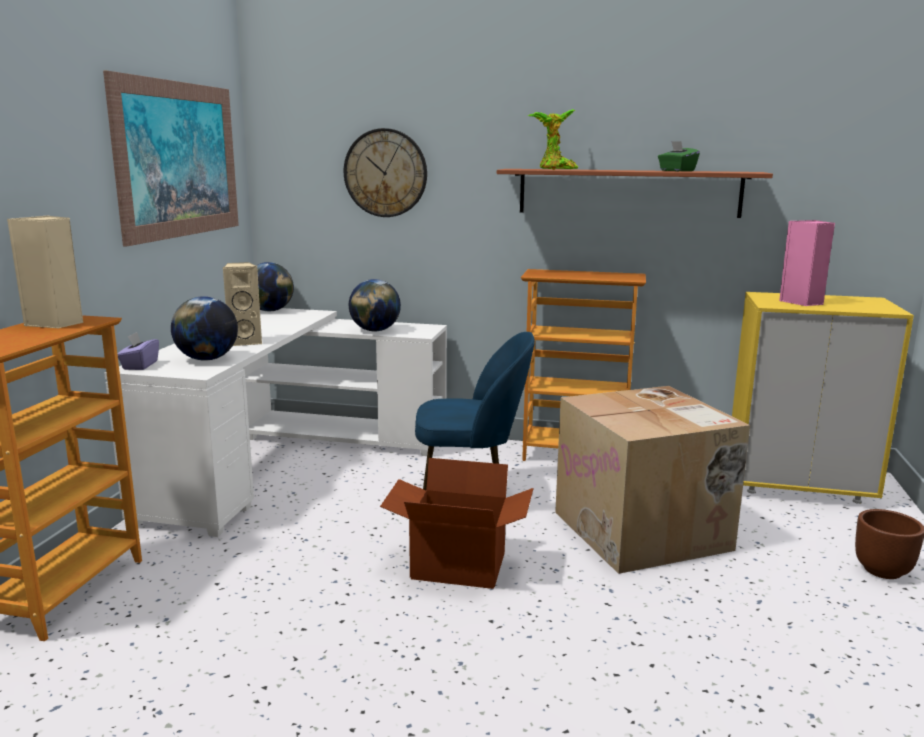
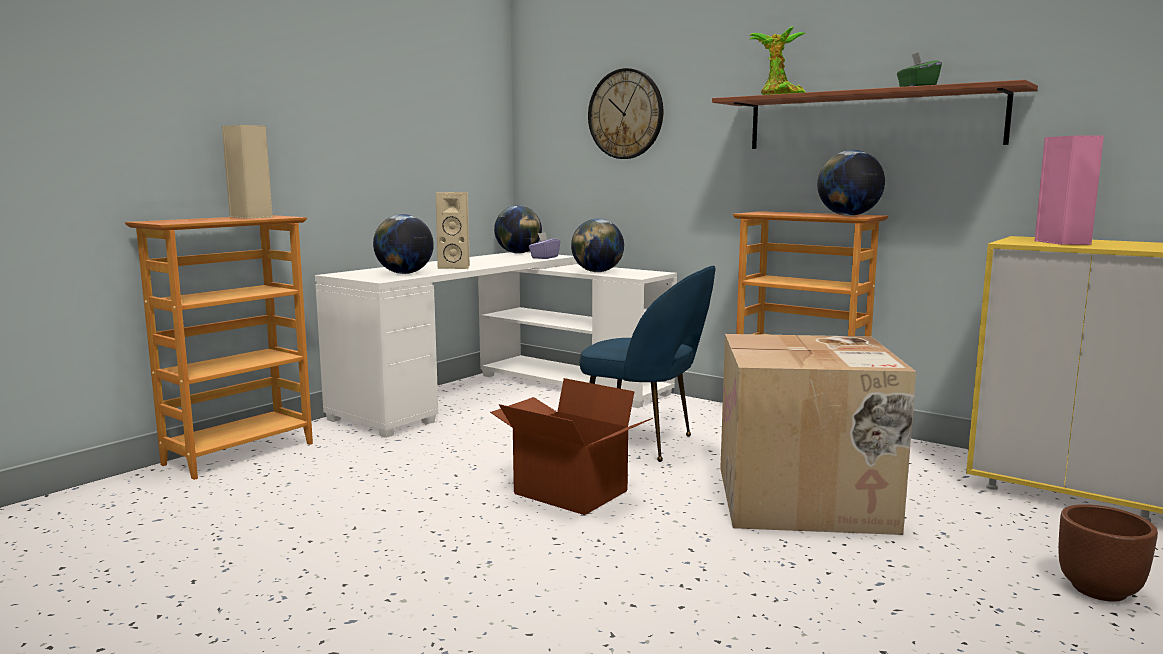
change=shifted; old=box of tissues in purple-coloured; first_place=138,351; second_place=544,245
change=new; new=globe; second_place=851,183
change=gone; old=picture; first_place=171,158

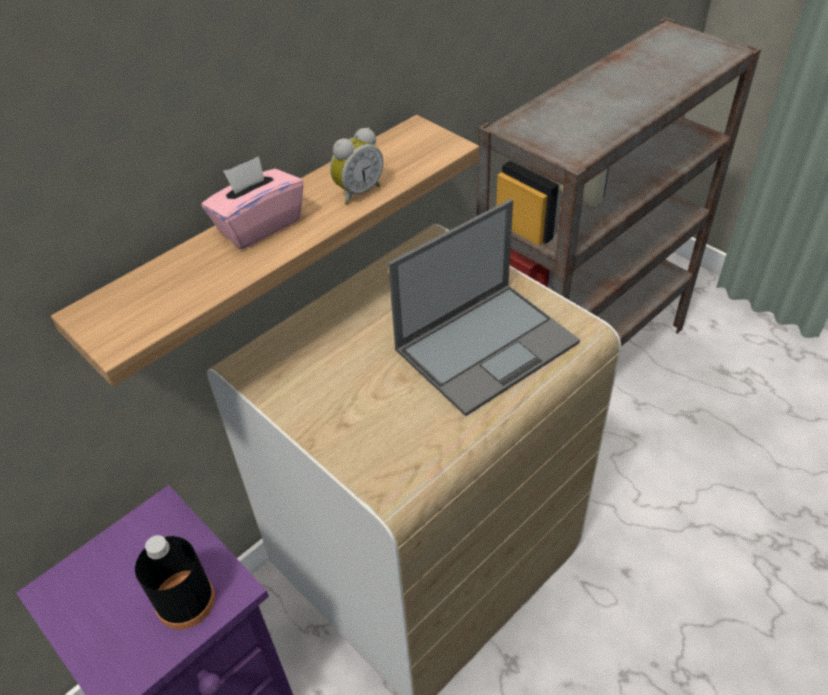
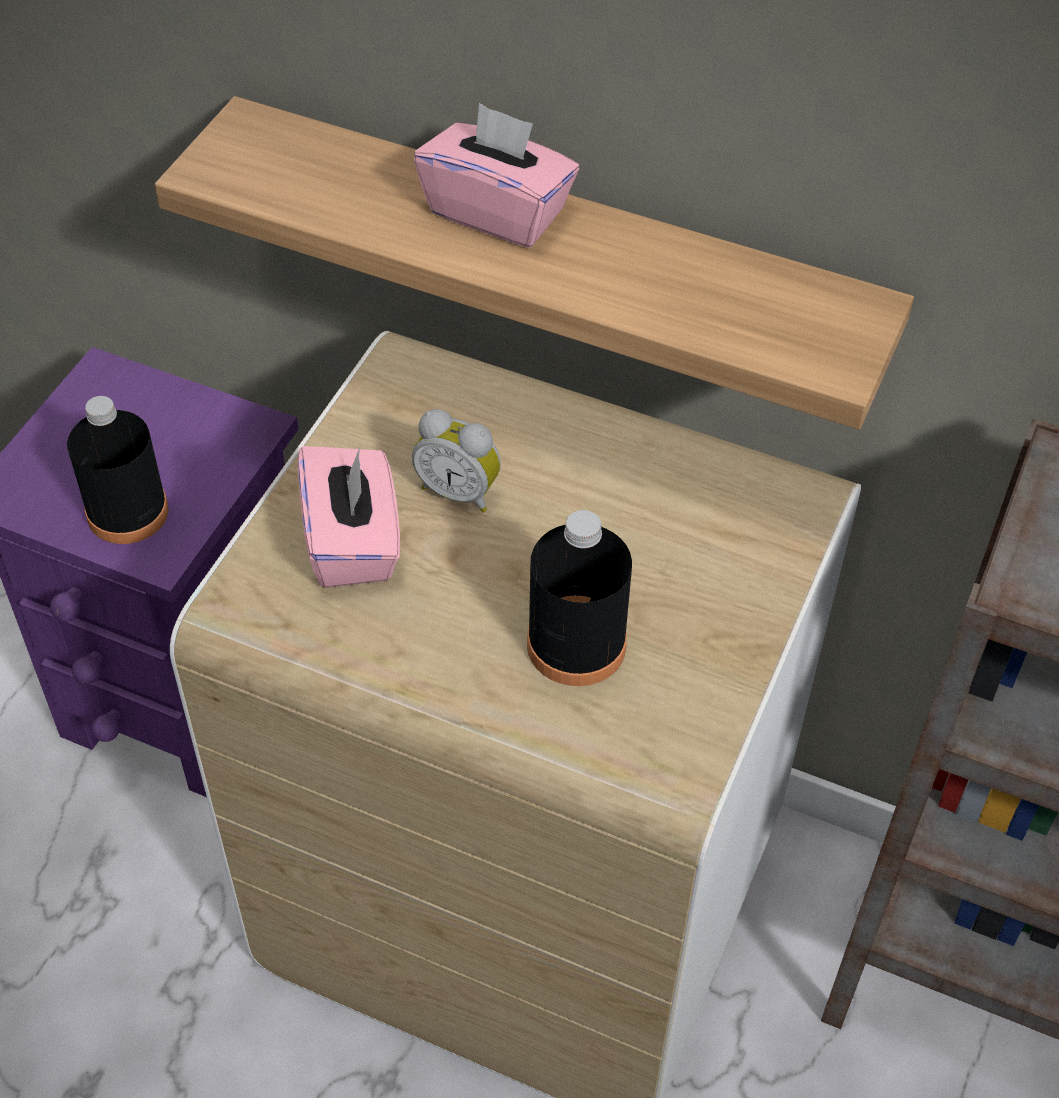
change=new; new=box of tissues in pinkish; second_place=349,517
change=shifted; old=bedside clock; first_place=356,165; second_place=456,461
change=swapped; old=notebook computer; new=beverage bottle in black-coloured; first_place=484,307; second_place=579,598

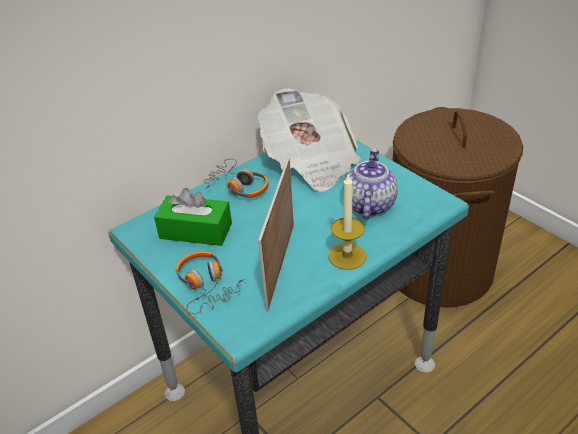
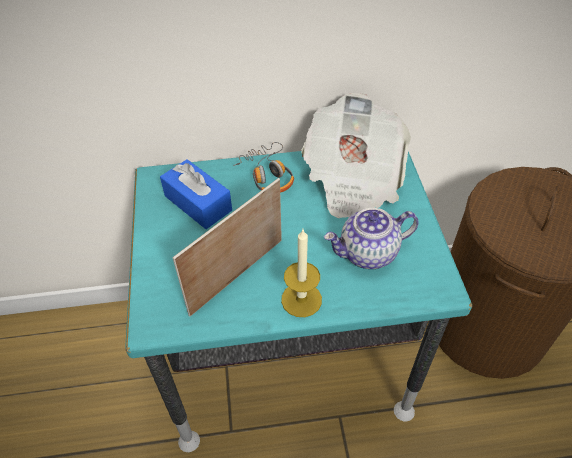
change=repainted; old=box of tissues in green-coloured; new=box of tissues in blue-coloured; first_place=193,217; second_place=196,194
change=rotated; old=tea pot; first_place=370,184; second_place=371,238; degrees=-150
change=gone; old=headphones; first_place=211,282

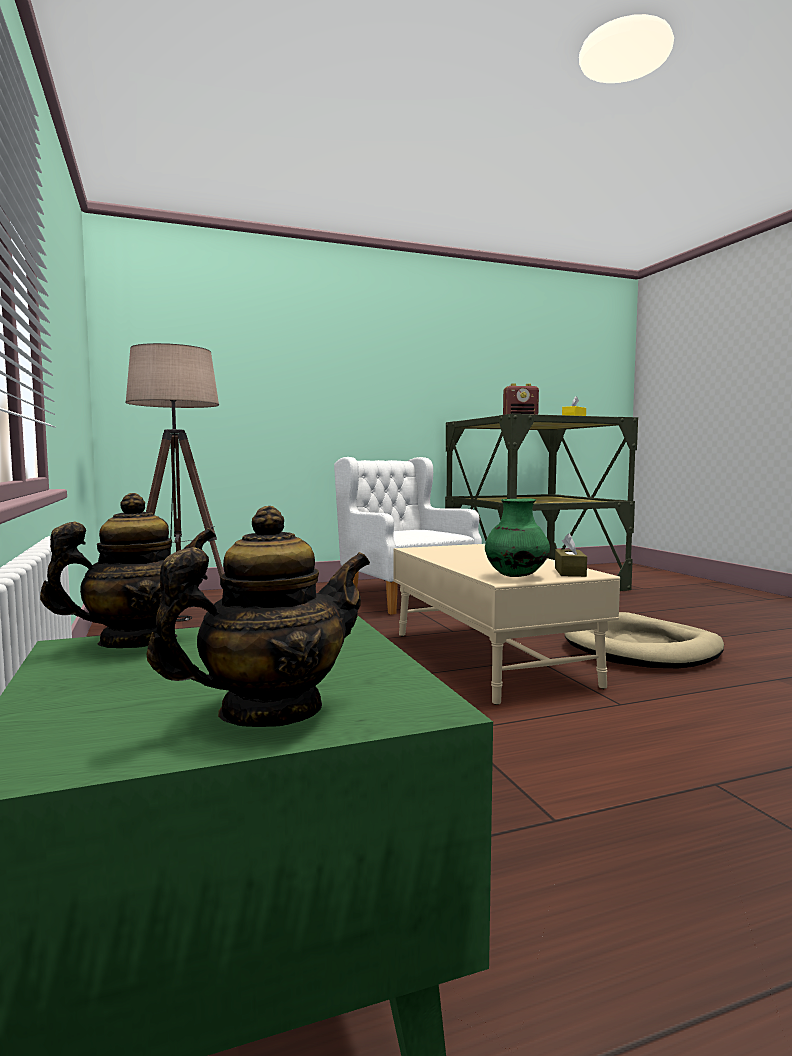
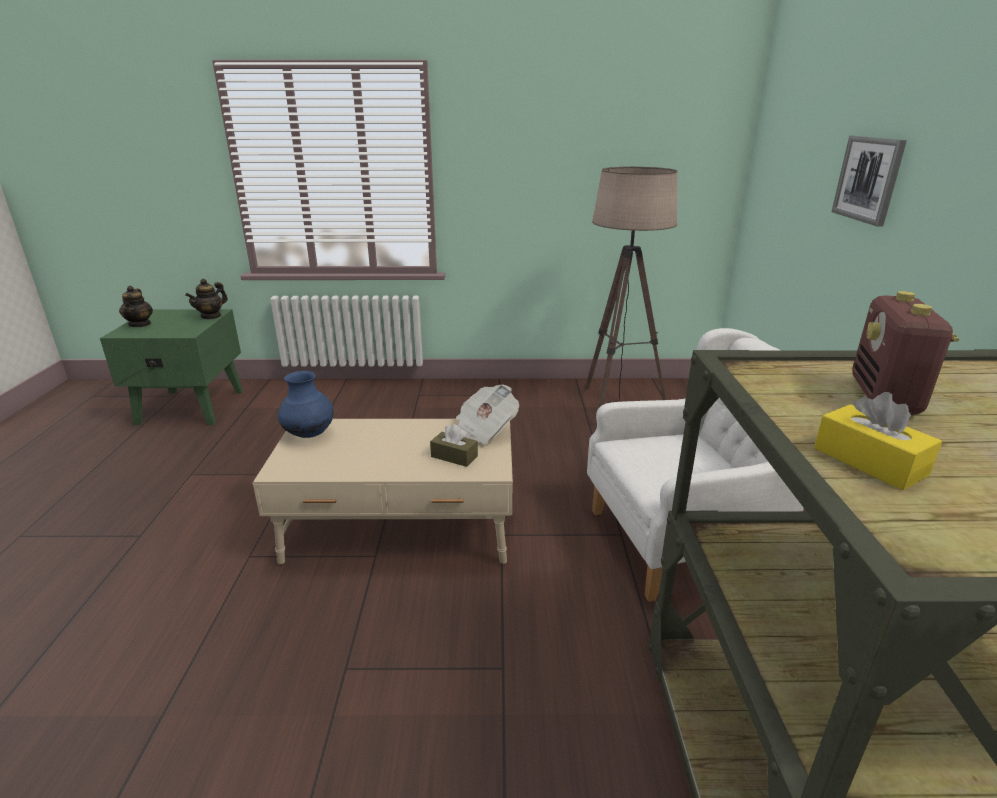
change=rotated; old=tea pot; first_place=128,570; second_place=206,299; degrees=45
change=repainted; old=decorative vase in green-coloured; new=decorative vase in blue-coloured; first_place=517,537; second_place=306,404
change=shifted; old=box of tissues in brown; first_place=571,555; second_place=454,445
change=new; new=newspaper; second_place=487,415
change=new; new=picture; second_place=869,181
change=gone; old=dog cushion in sand-coloured; first_place=644,640

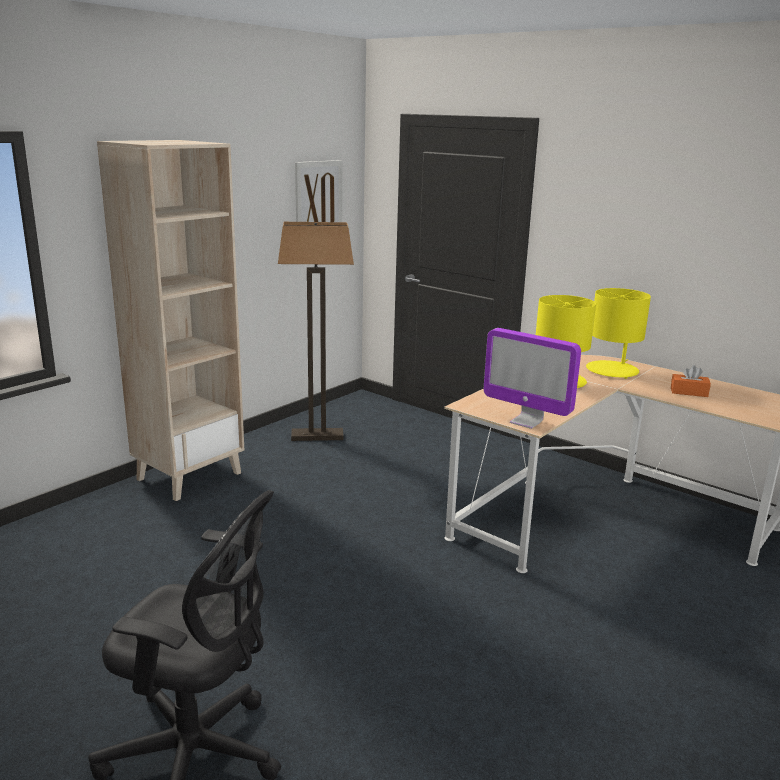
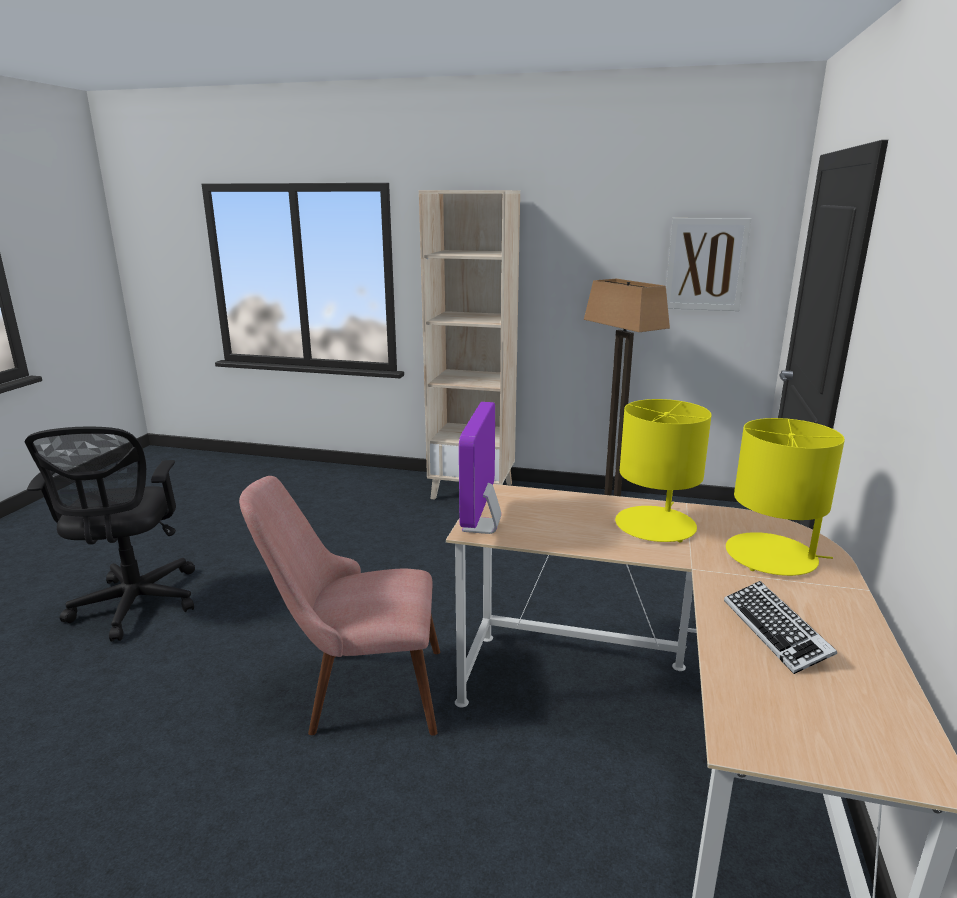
change=new; new=plain chair in pinkish; second_place=339,606
change=swapped; old=box of tissues in orangey; new=computer keyboard; first_place=691,381; second_place=780,627

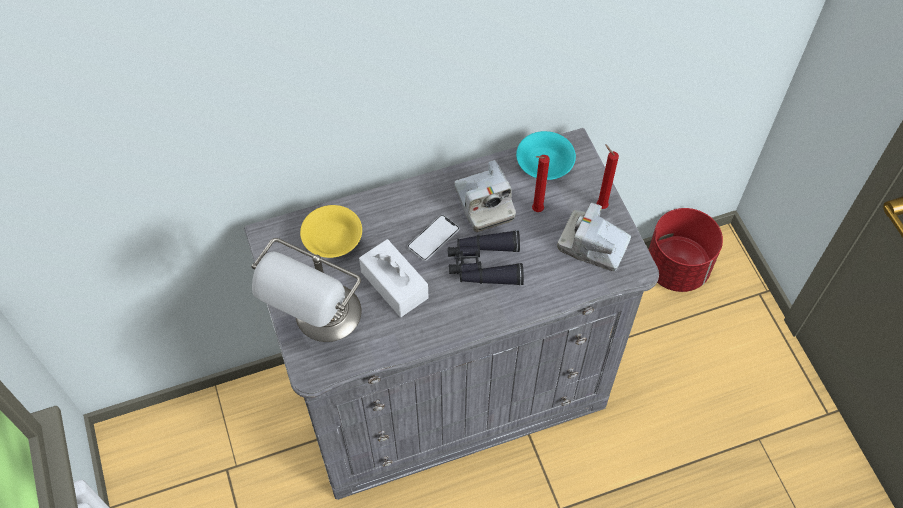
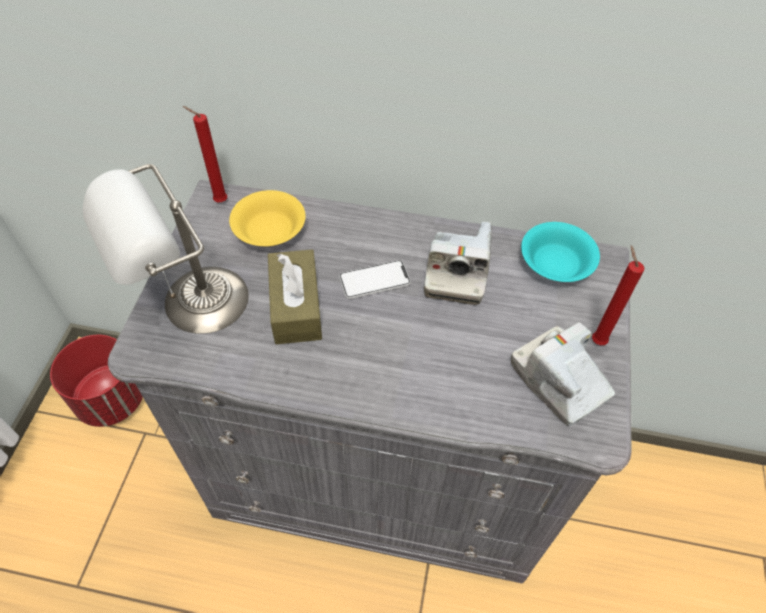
change=shifted; old=plant pot in red-coloured; first_place=685,250; second_place=96,381
change=shifted; old=wax candle in red-coloured; first_place=541,183; second_place=205,154
change=repainted; old=box of tissues in whitish; new=box of tissues in brown; first_place=394,278; second_place=295,297
change=gone; old=pair of binoculars in black-coloured; first_place=486,258

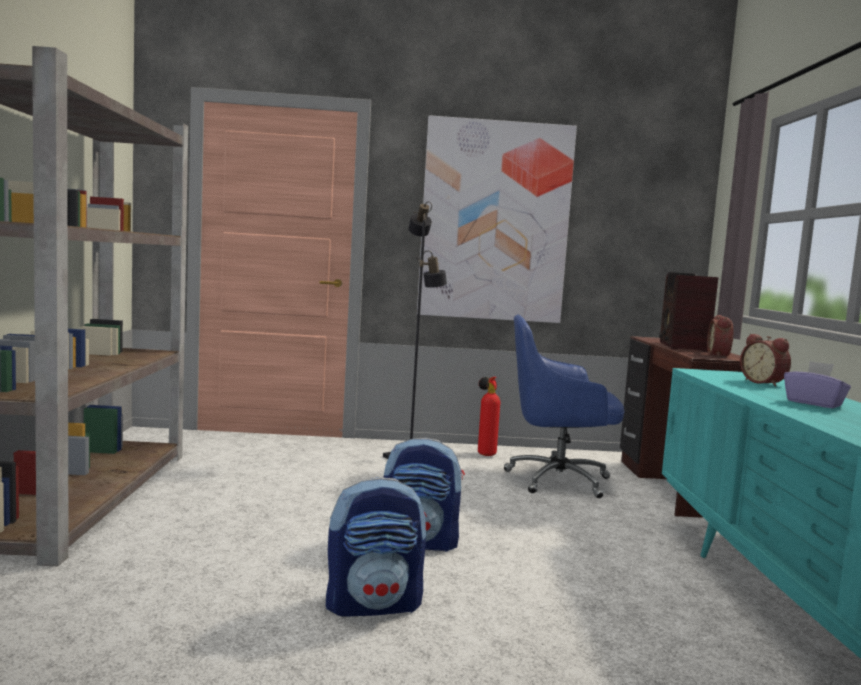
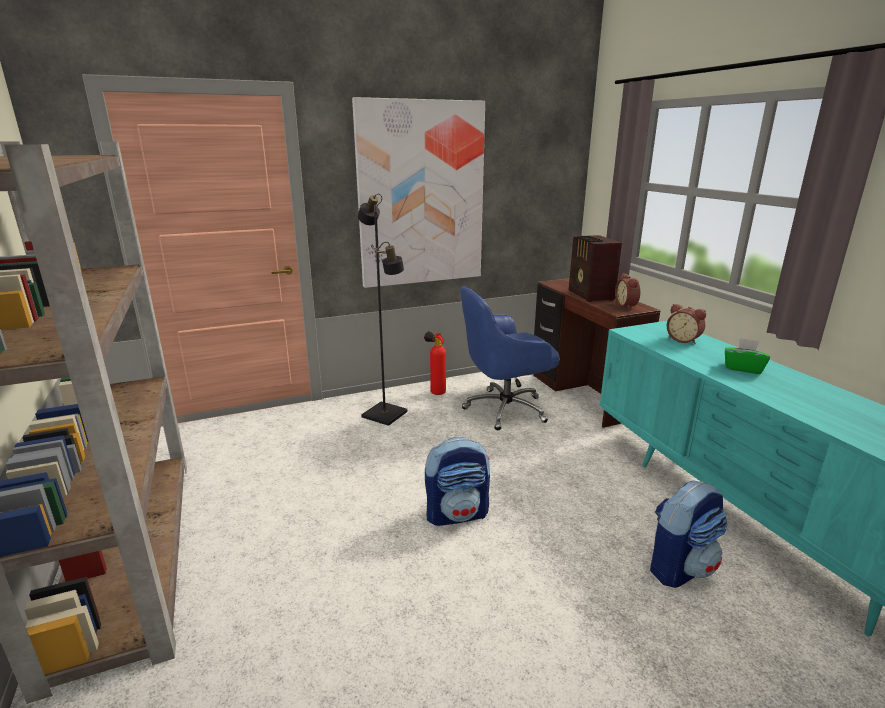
change=shifted; old=backpack; first_place=376,546; second_place=688,534
change=repainted; old=box of tissues in purple-coloured; new=box of tissues in green-coloured; first_place=817,384; second_place=747,356

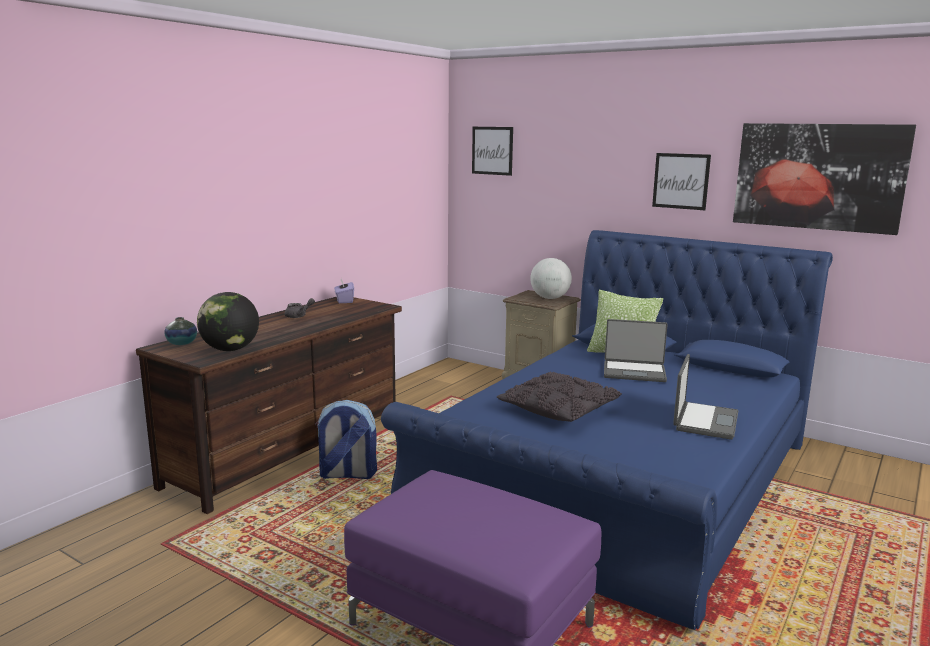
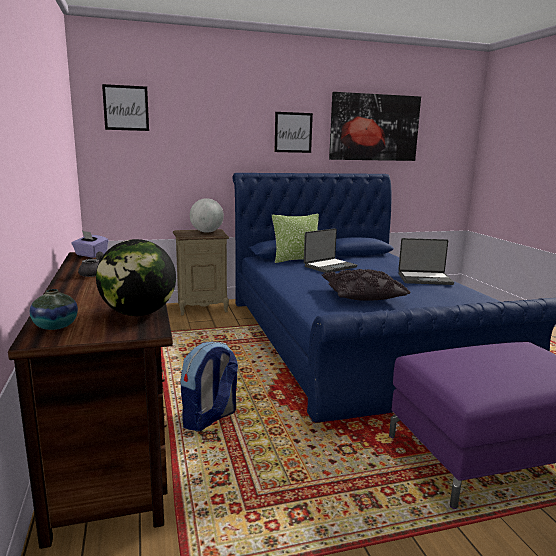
change=rotated; old=notebook computer; first_place=705,397; second_place=426,261; degrees=120

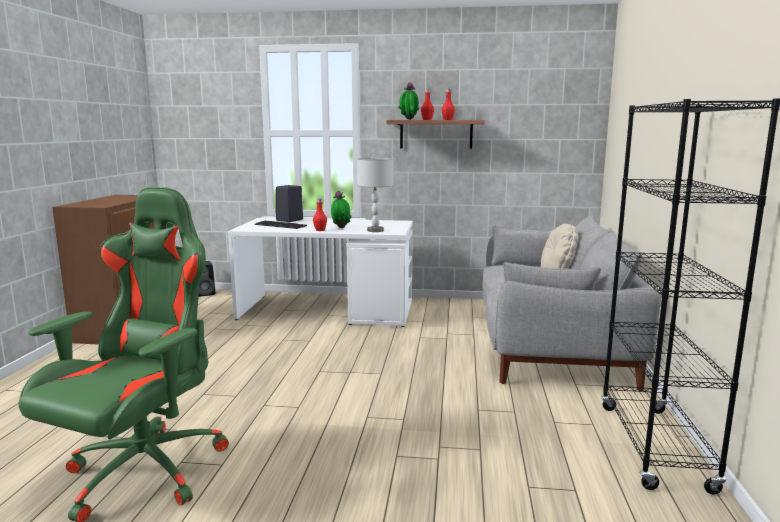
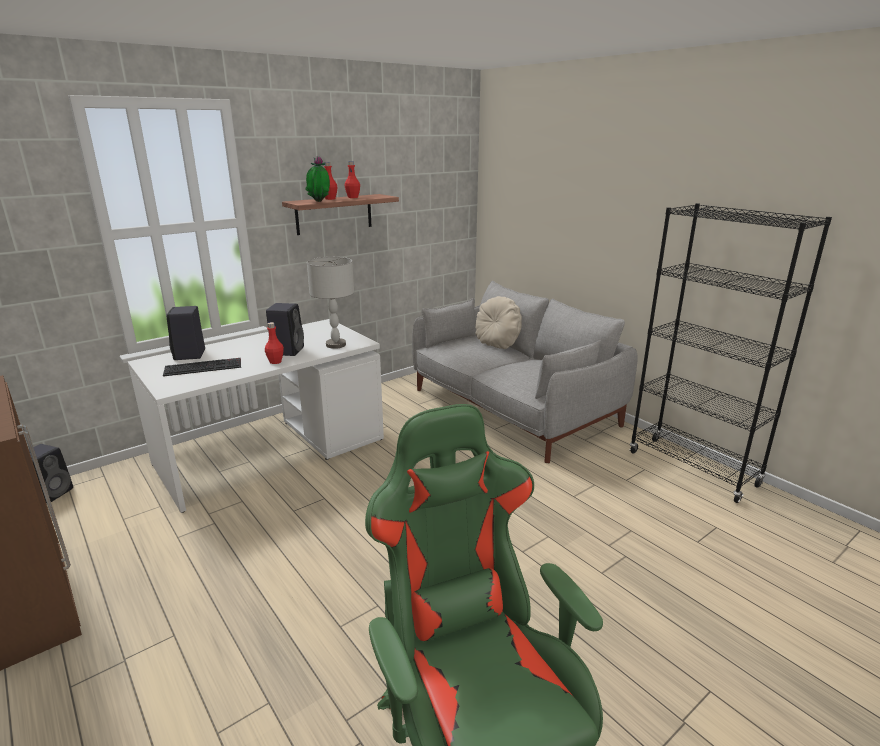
change=swapped; old=houseplant; new=speaker in black-coloured; first_place=341,209; second_place=285,329

